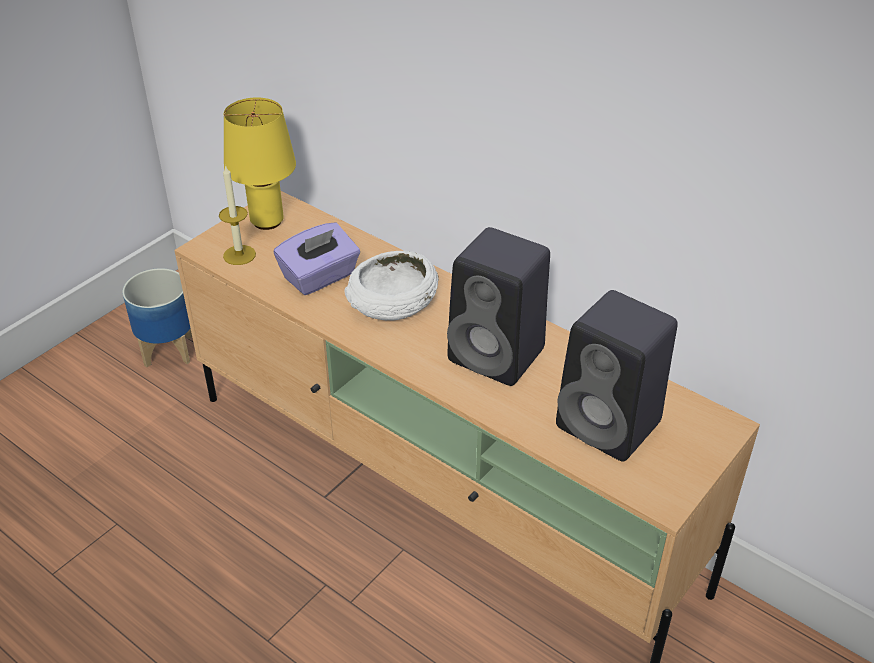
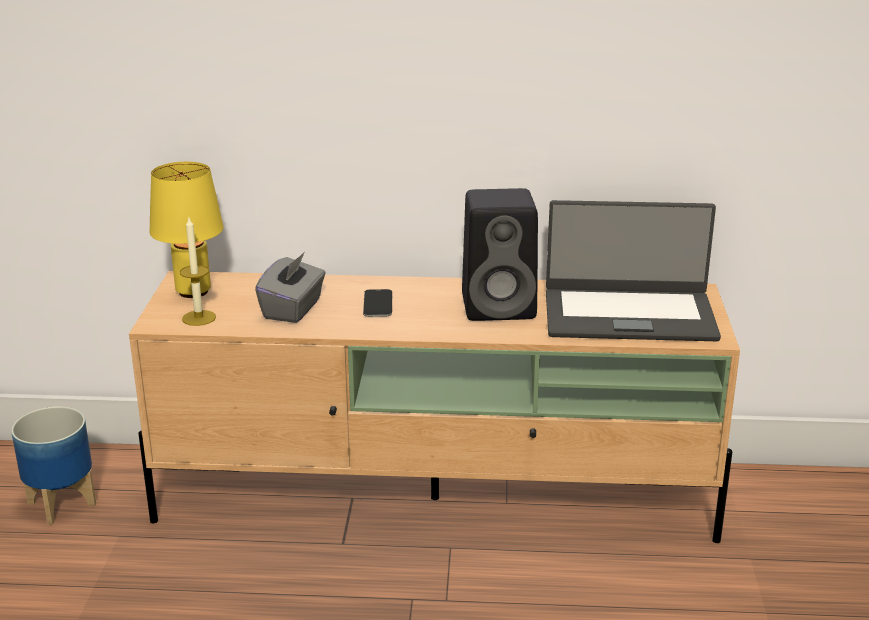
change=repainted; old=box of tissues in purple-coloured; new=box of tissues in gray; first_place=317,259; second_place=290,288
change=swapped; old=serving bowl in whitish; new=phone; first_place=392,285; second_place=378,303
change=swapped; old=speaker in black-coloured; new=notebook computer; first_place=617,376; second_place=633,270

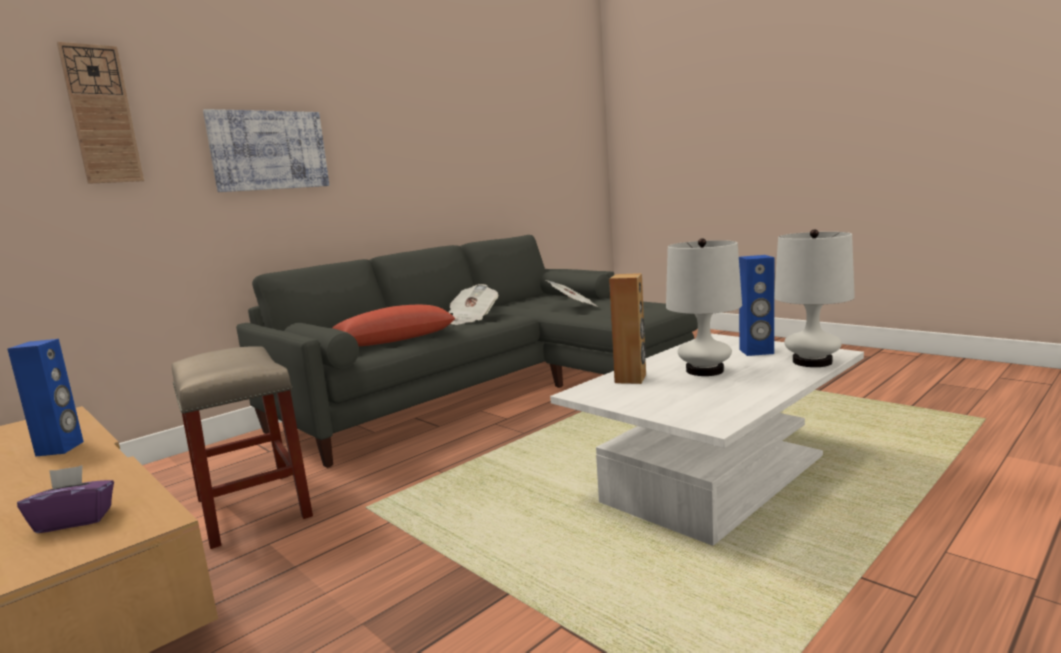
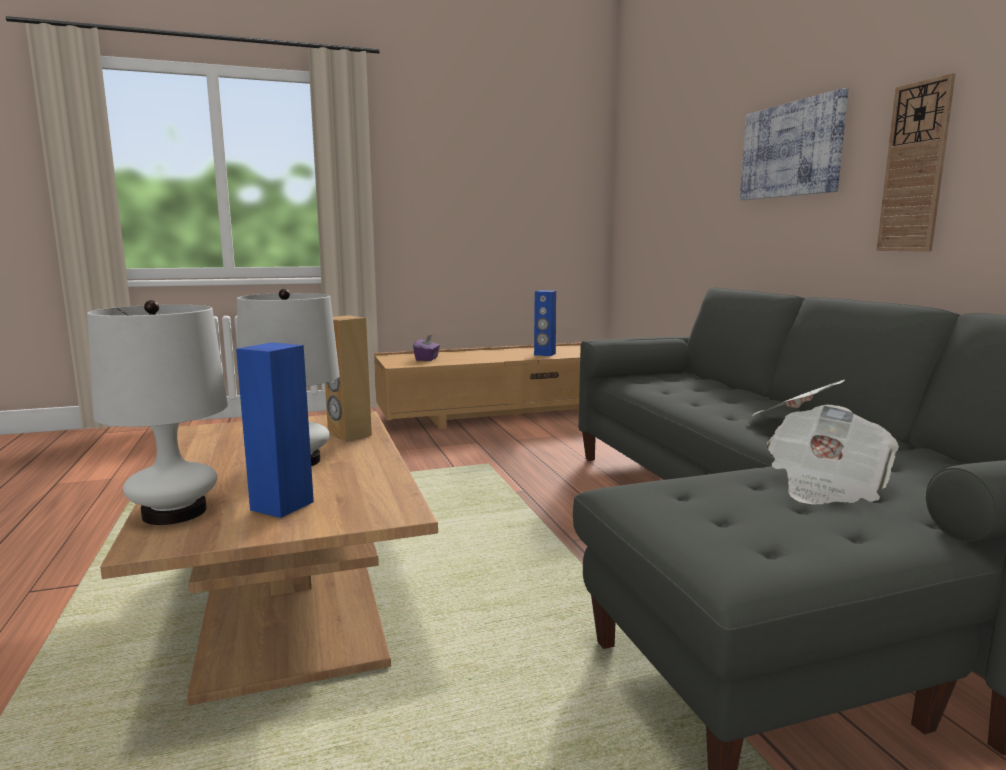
change=repainted; old=coffee table in whitish; new=coffee table in brown; first_place=707,440; second_place=269,558
change=shifted; old=clock on the wall; first_place=100,113; second_place=916,162
change=gone; old=stool in sand-coloured; first_place=242,447
change=gone; old=pillow in red-coloured; first_place=395,325

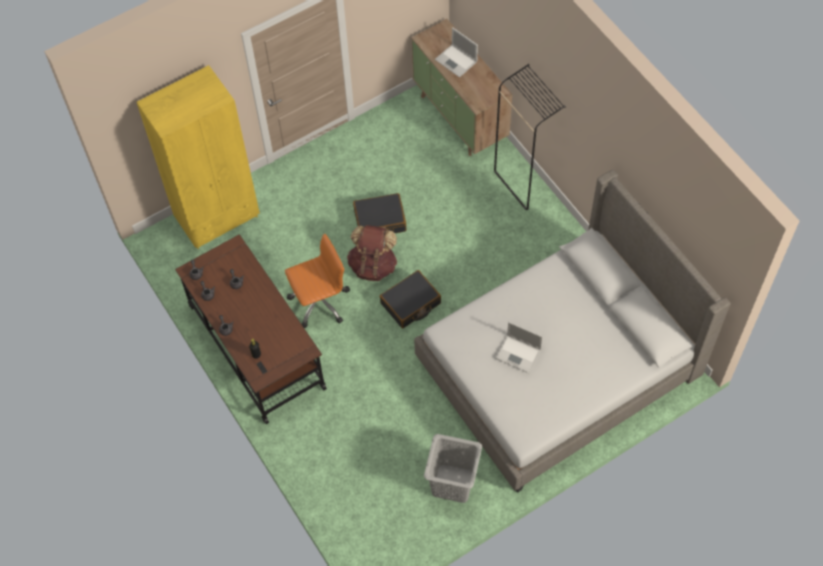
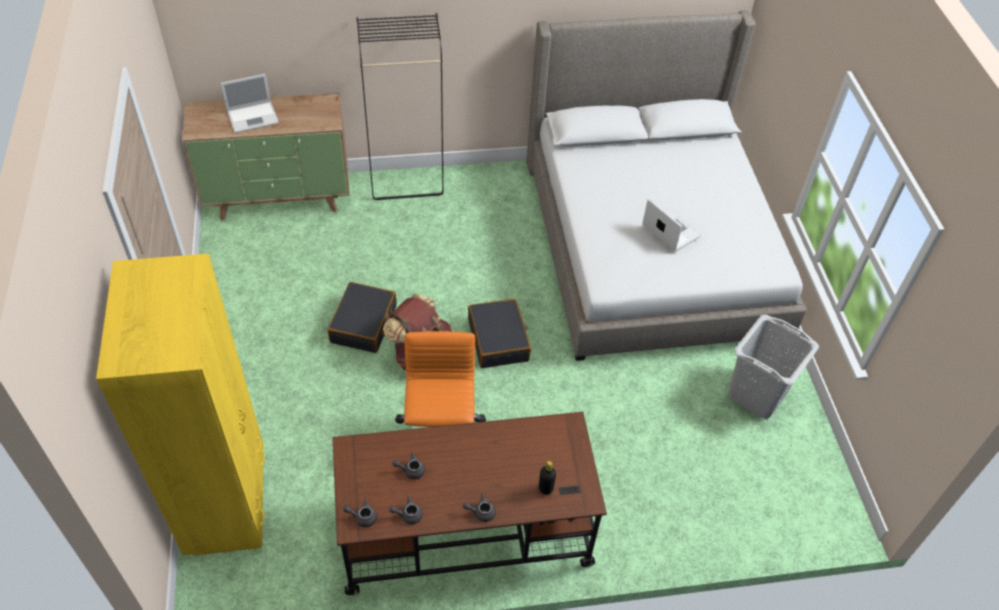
change=rotated; old=notebook computer; first_place=519,347; second_place=671,225; degrees=-90

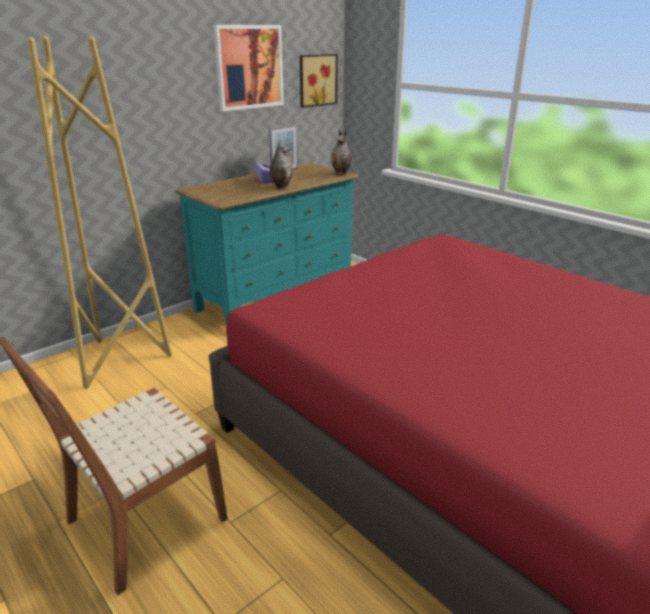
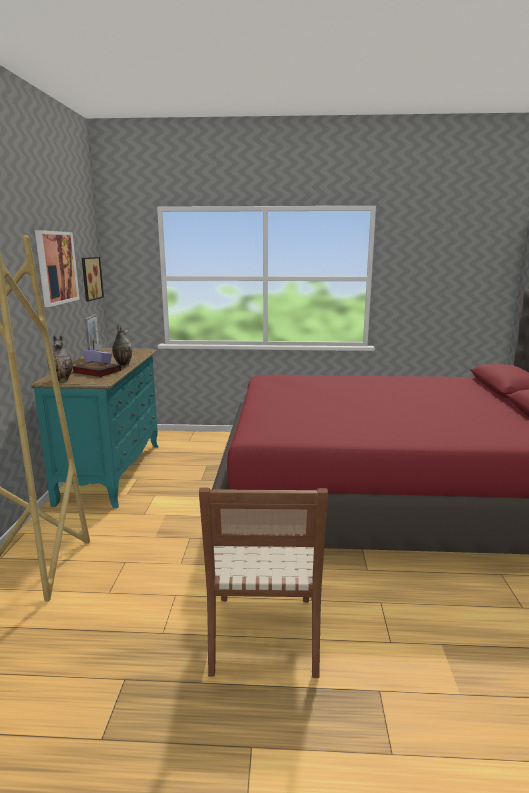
change=shifted; old=decorative vase; first_place=341,152; second_place=60,358
change=new; new=bound book; second_place=96,369

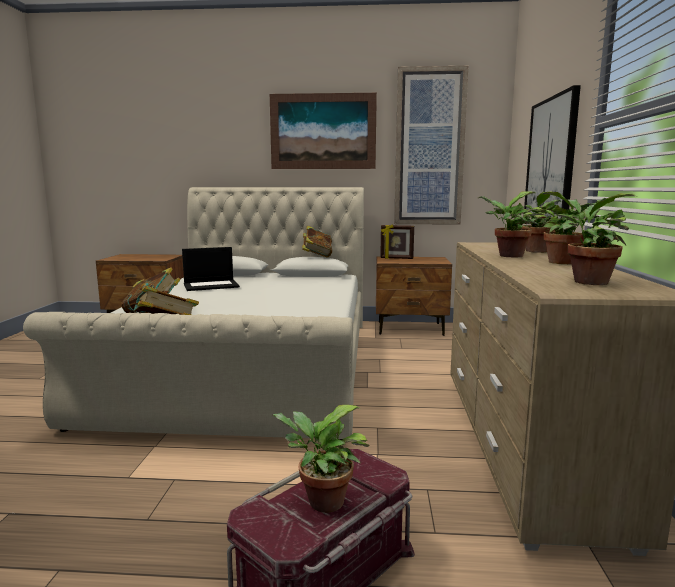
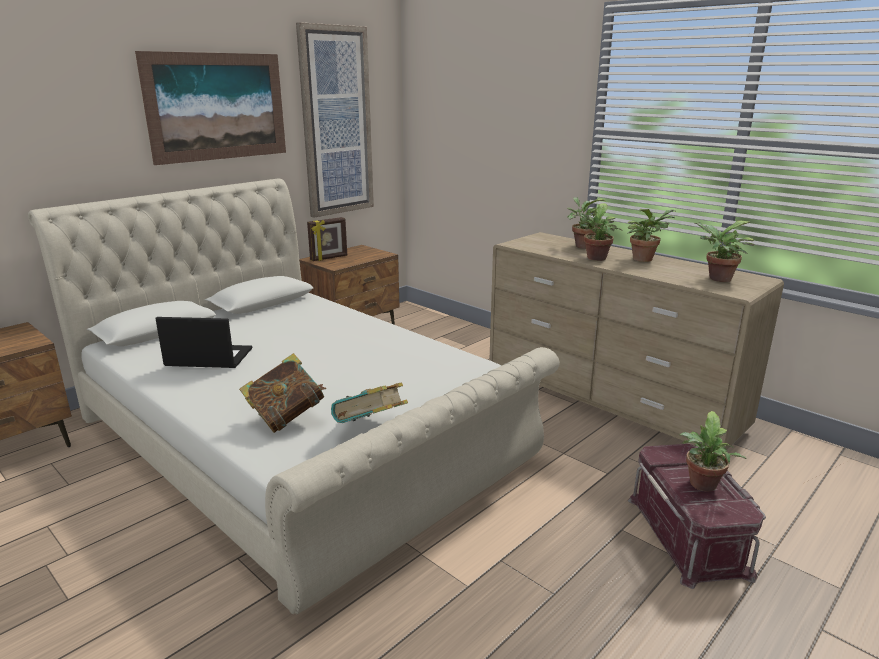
change=rotated; old=notebook computer; first_place=211,269; second_place=203,342; degrees=-105
change=gone; old=bound book; first_place=317,241
change=gone; old=picture; first_place=552,152

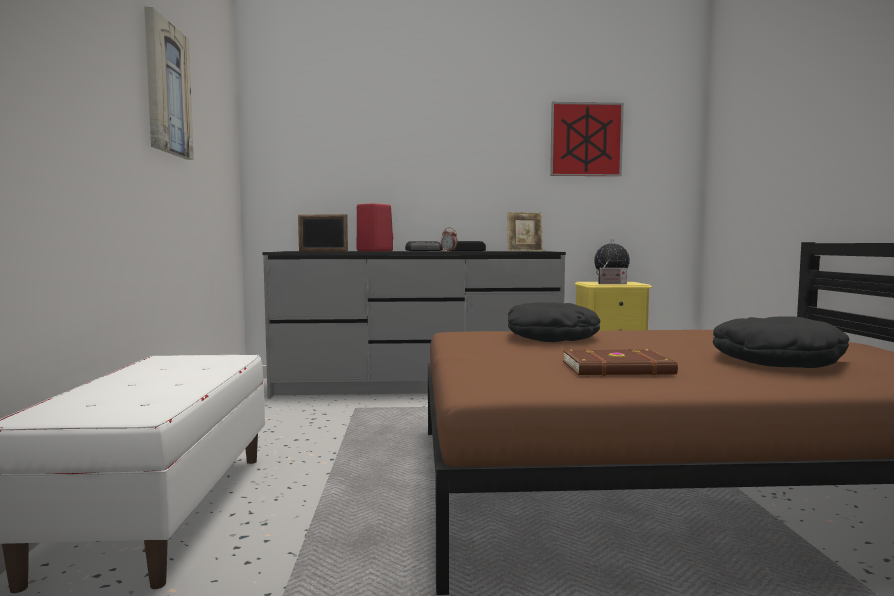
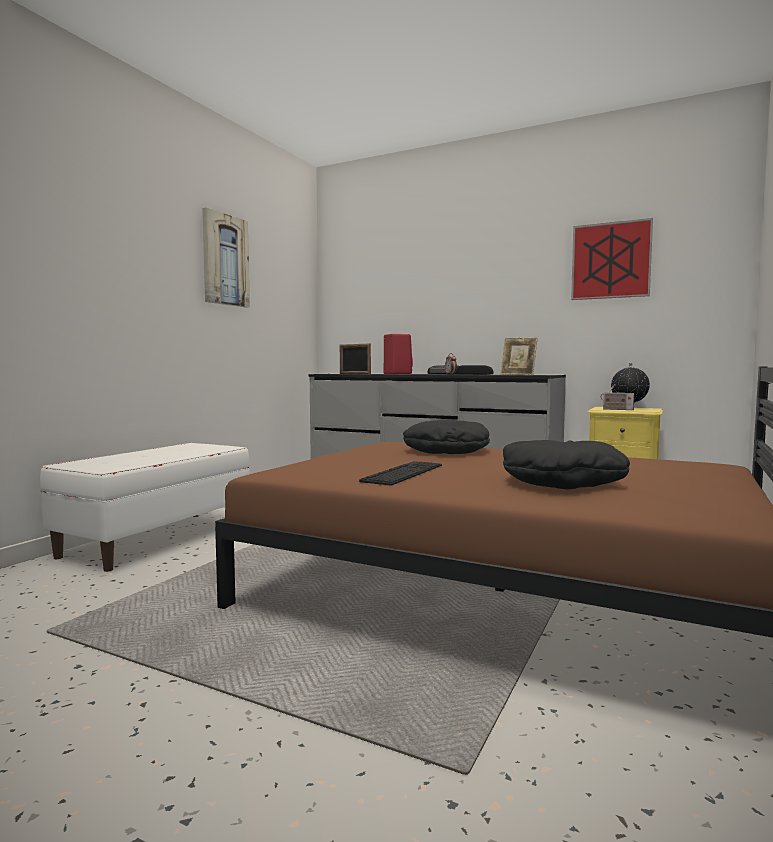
change=swapped; old=bound book in brown; new=computer keyboard; first_place=620,362; second_place=400,473

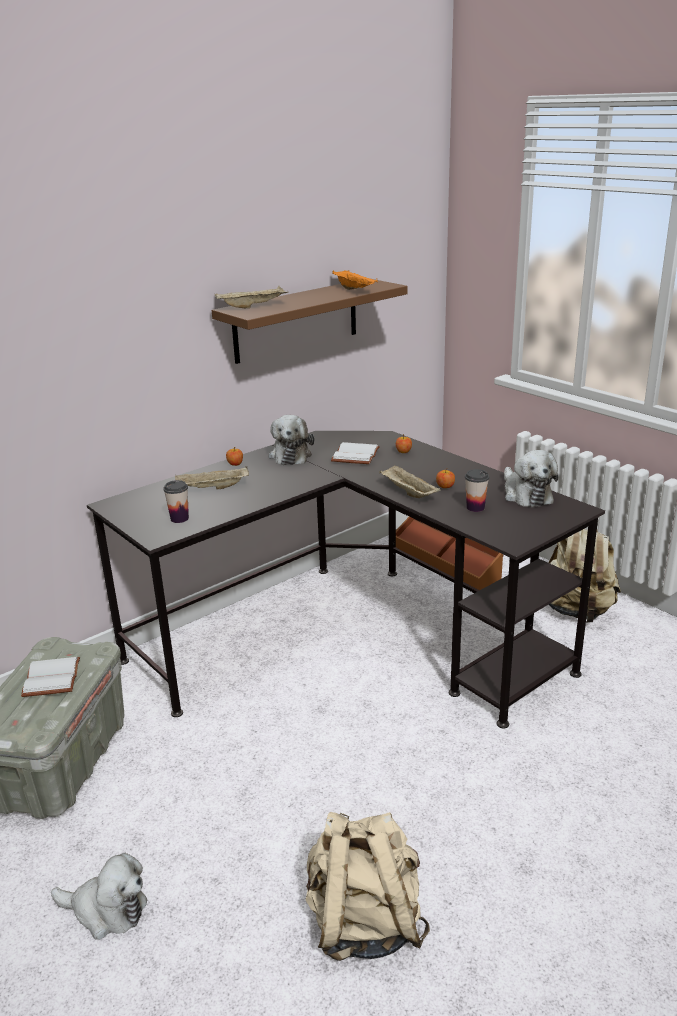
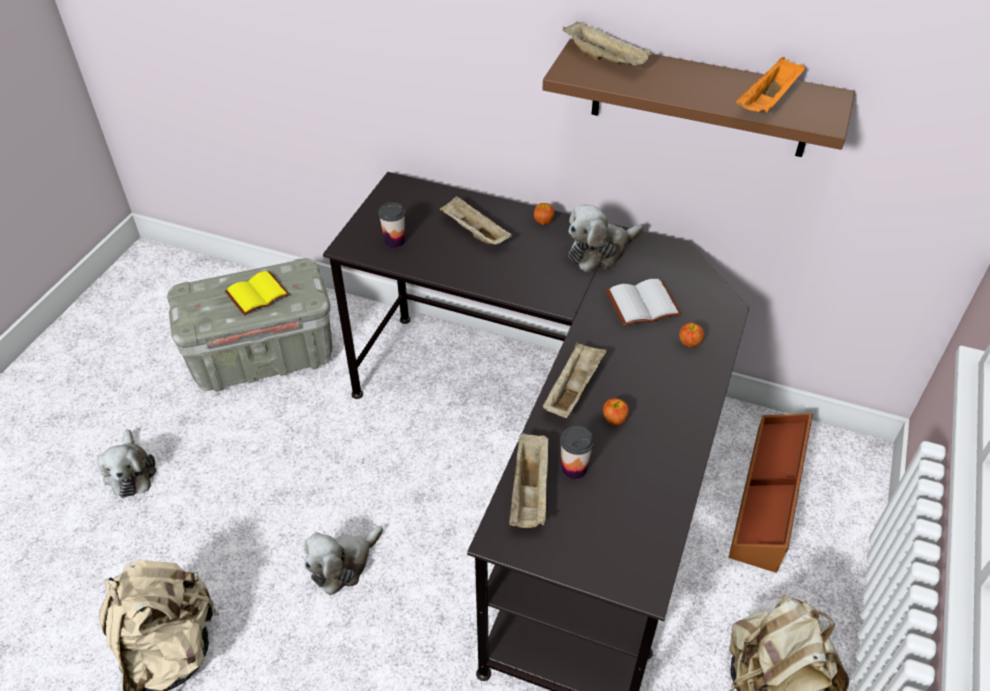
change=repainted; old=bound book in whitish; new=bound book in yellow-coloured; first_place=50,677; second_place=257,293
change=shifted; old=cuddly toy; first_place=531,479; second_place=343,560
change=new; new=carrying tray in sand-coloured; second_place=529,480

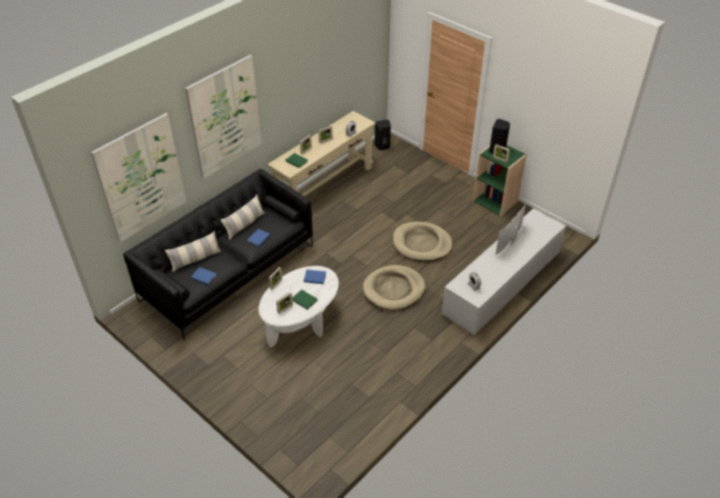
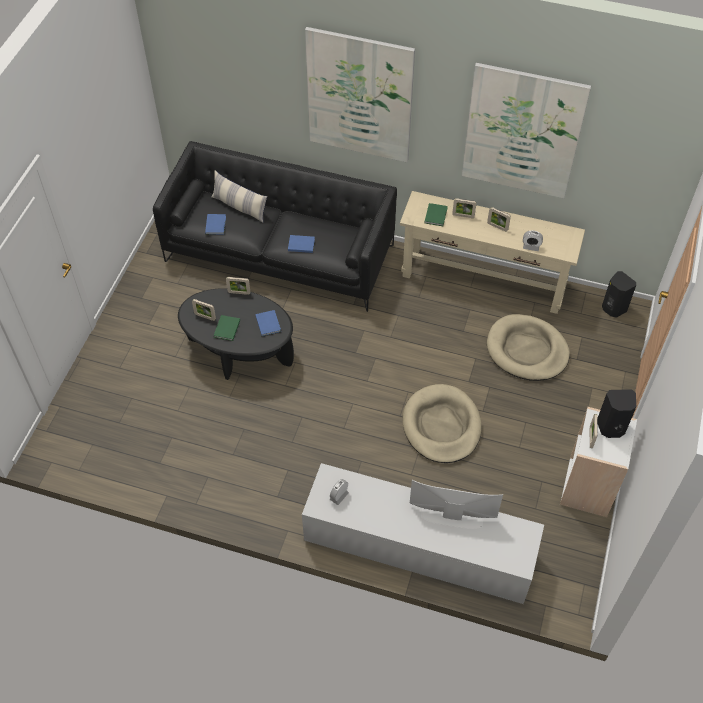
change=repainted; old=coffee table in whitish; new=coffee table in black-coloured; first_place=299,307; second_place=236,334
change=shifted; old=picture; first_place=139,177; second_place=526,130
change=shifted; old=dog cushion in sand-coloured; first_place=394,287; second_place=528,347
change=repainted; old=shelving unit in green-coloured; new=shelving unit in whitish; first_place=499,180; second_place=598,462
change=gone; old=pillow; first_place=242,217

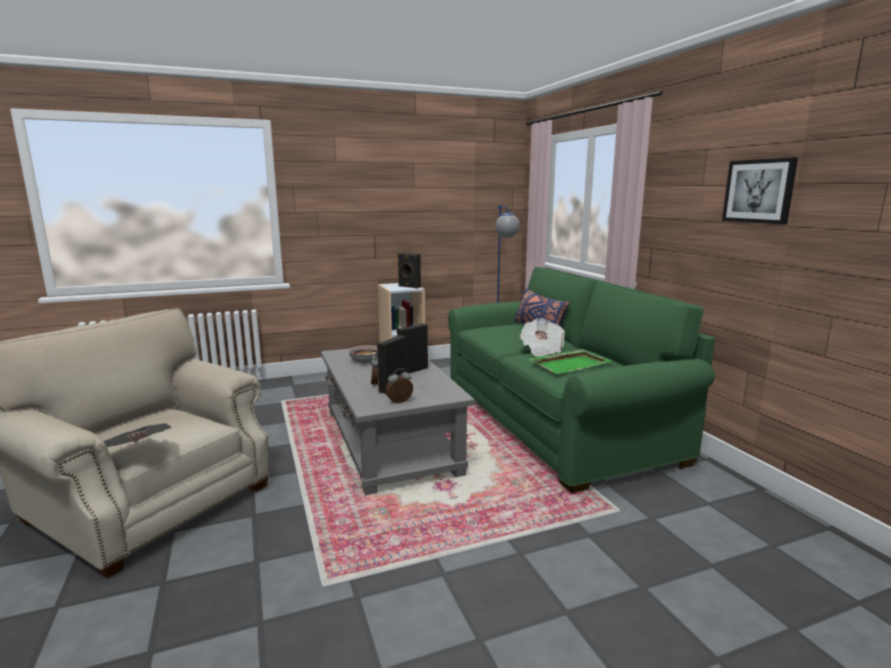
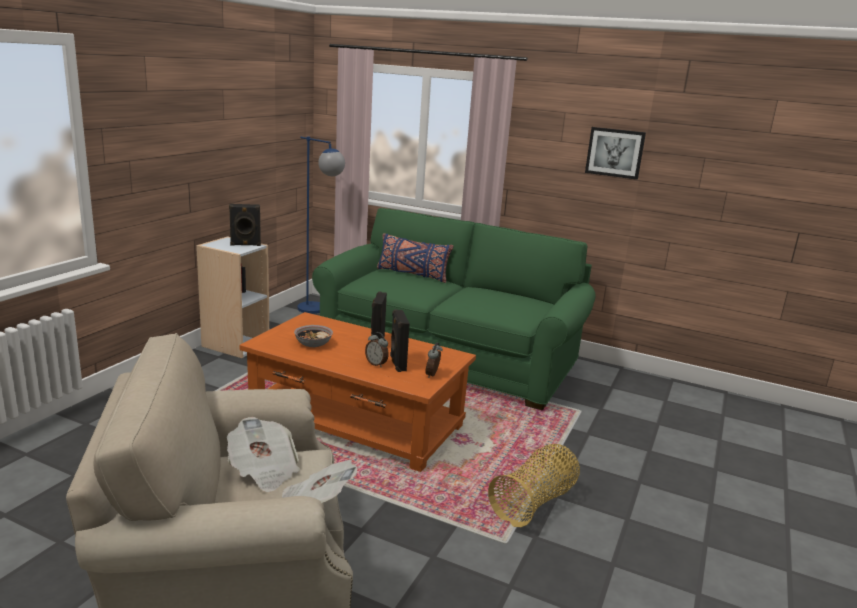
change=shifted; old=newspaper; first_place=542,337; second_place=263,454
change=repainted; old=coffee table in gray; new=coffee table in orangey; first_place=398,421; second_place=357,392
change=new; new=household basket; second_place=534,485
change=gone; old=carrying tray in green-coloured; first_place=570,361

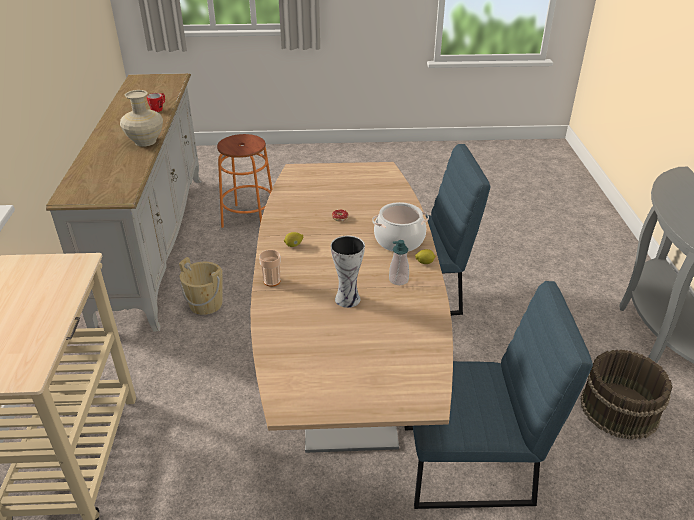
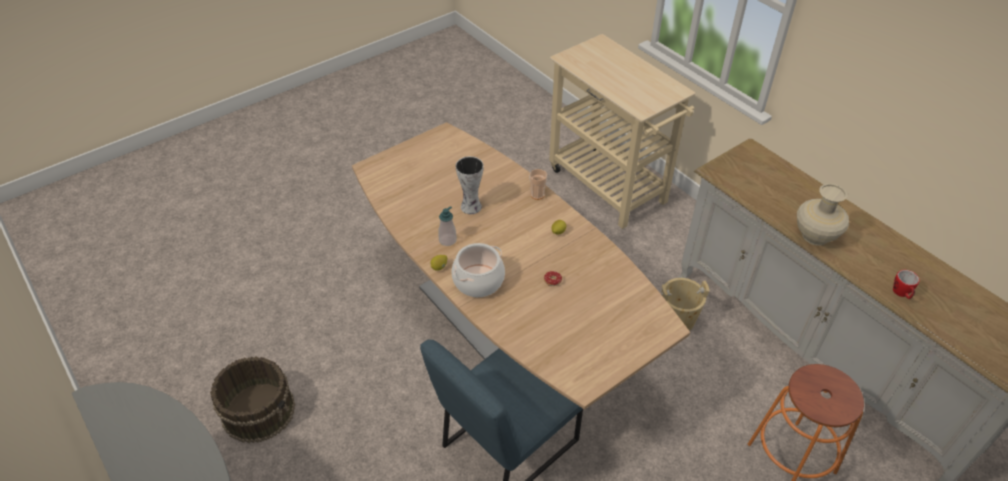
change=gone; old=plain chair in blue-coloured; first_place=499,395

